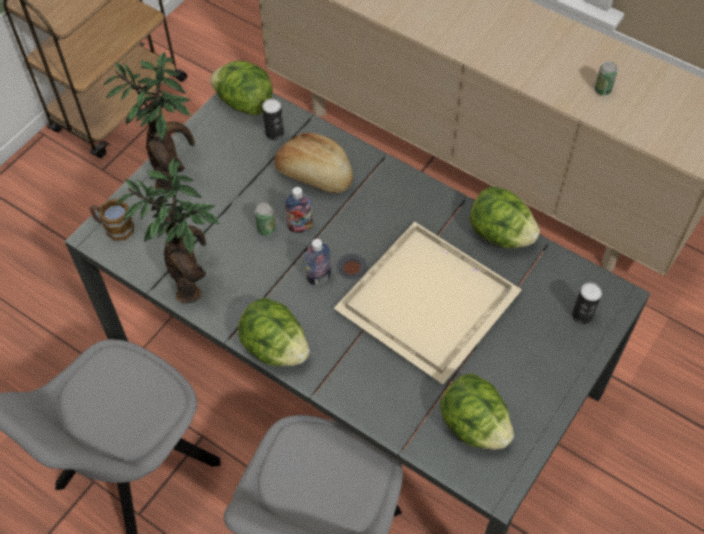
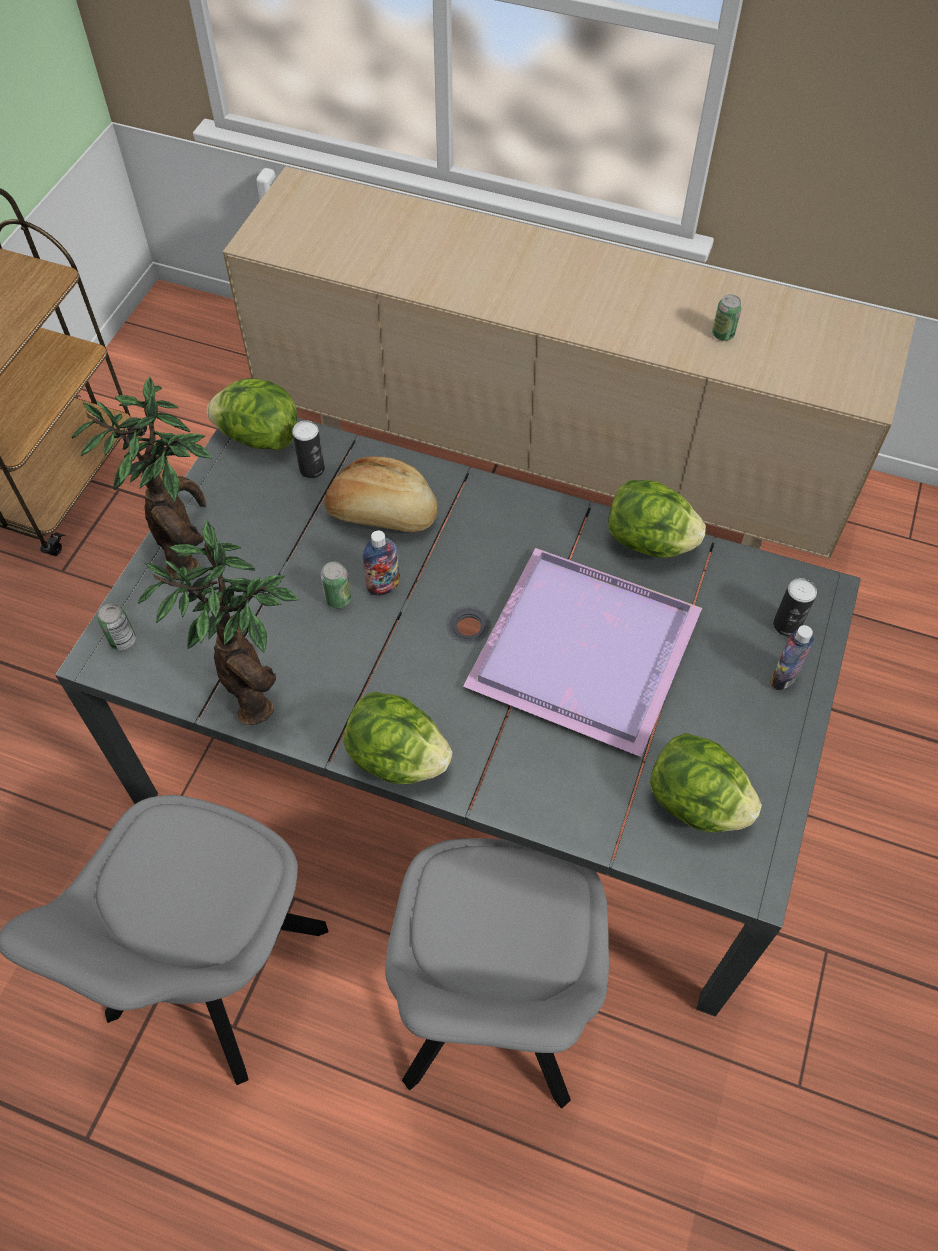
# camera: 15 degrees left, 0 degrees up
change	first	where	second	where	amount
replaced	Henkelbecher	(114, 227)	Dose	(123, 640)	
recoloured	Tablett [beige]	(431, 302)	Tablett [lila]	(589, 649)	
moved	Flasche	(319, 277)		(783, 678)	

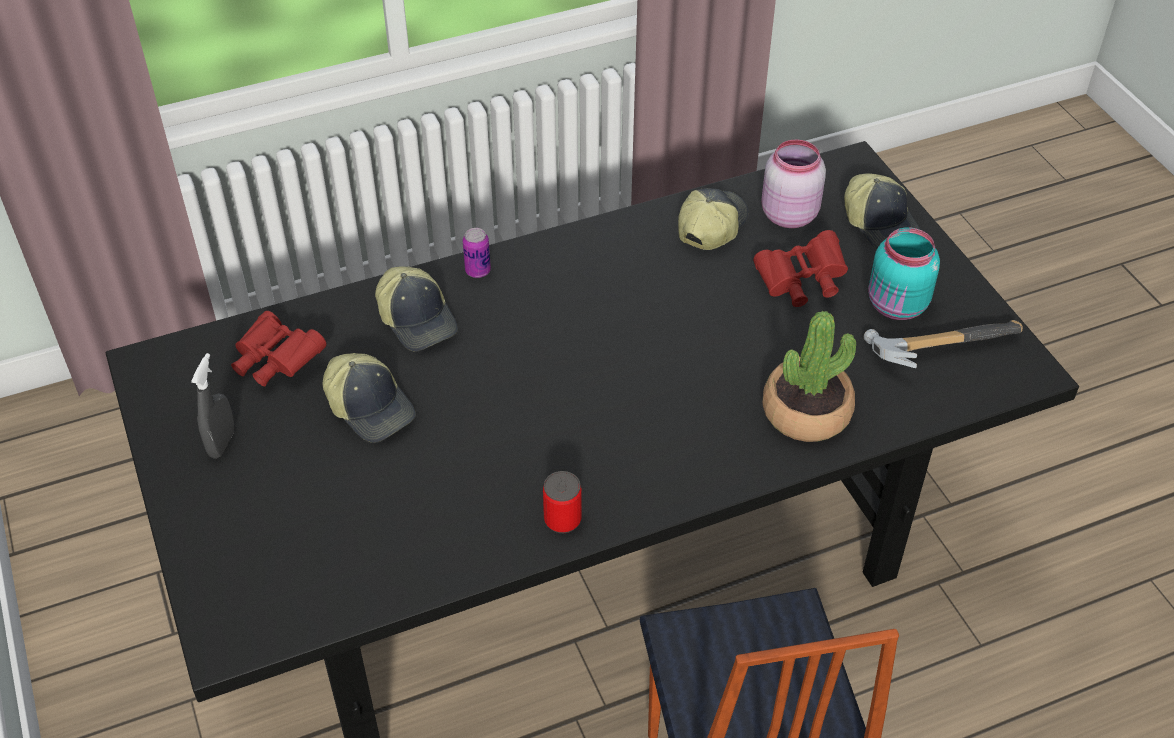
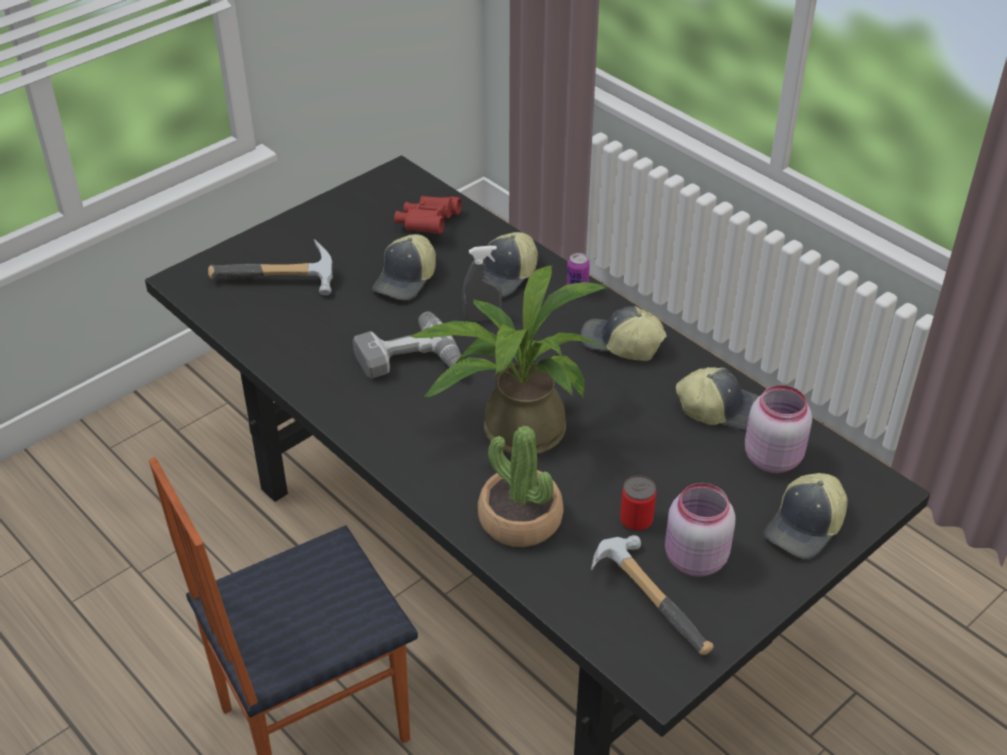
# camera: 70 degrees right, 5 degrees down
change	first	where	second	where	amount
added			Hammer	(278, 284)	
added			Bohrmaschine	(411, 365)	
added			Topfpflanze	(514, 429)	
moved	Sprühflasche [grau]	(222, 443)		(482, 318)	
added			Kappe	(621, 344)	
moved	Dose	(562, 520)		(636, 520)	
recoloured	Vorratsglas [türkis]	(896, 306)	Vorratsglas [rosa]	(693, 559)	
removed	Fernglas [rot]	(801, 283)			

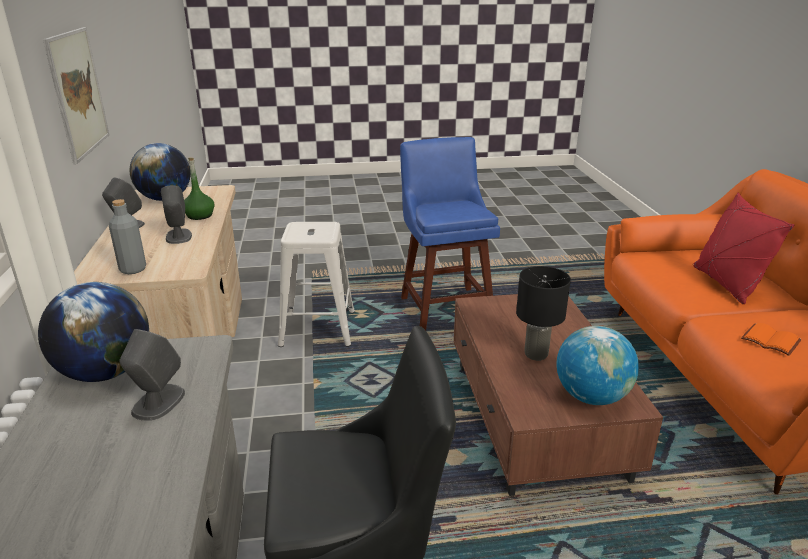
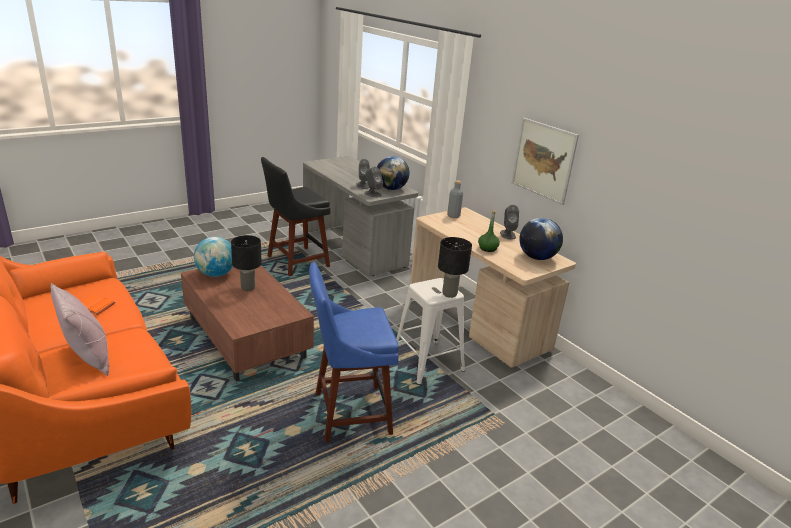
# camera: 150 degrees right, 0 degrees up
change	first	where	second	where	amount
recoloured	Kissen [rot]	(726, 284)	Kissen [lila]	(88, 358)	
turned	Stuhl [blau]	(445, 306)		(347, 412)	120 degrees clockwise
moved	Lautsprecher [grau]	(178, 236)		(372, 194)	
added			Tischlampe [schwarz]	(448, 294)	

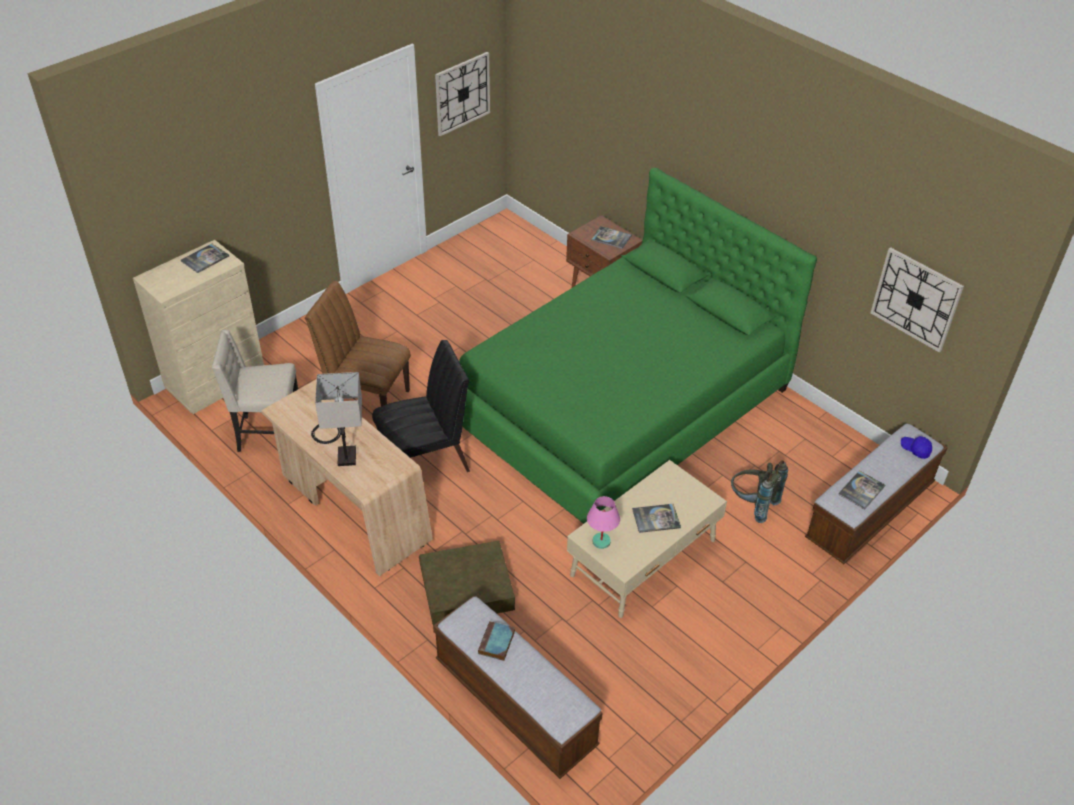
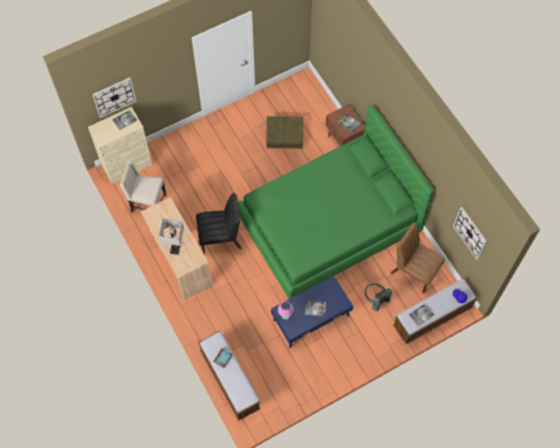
# camera: 15 degrees right, 20 degrees up
change	first	where	second	where	amount
moved	Wanduhr	(462, 93)		(114, 97)	
moved	Aufbewahrungsbox [braun]	(467, 588)		(284, 134)	
recoloured	Couchtisch [beige]	(643, 557)	Couchtisch [blau]	(311, 317)	
moved	Stuhl [braun]	(366, 400)		(414, 272)	

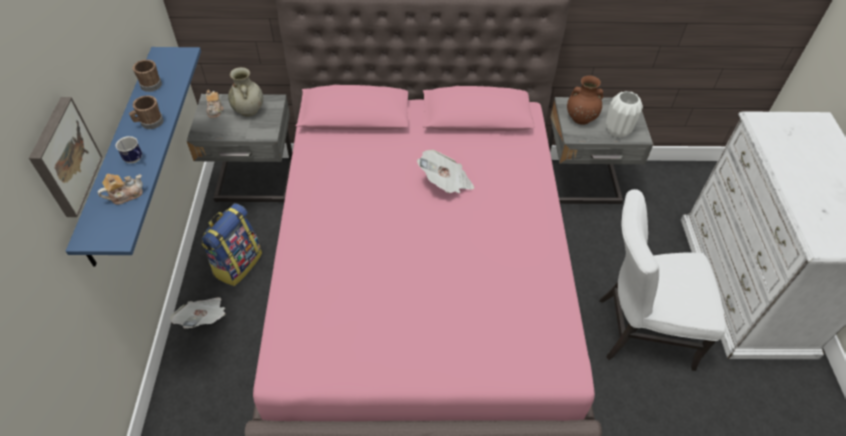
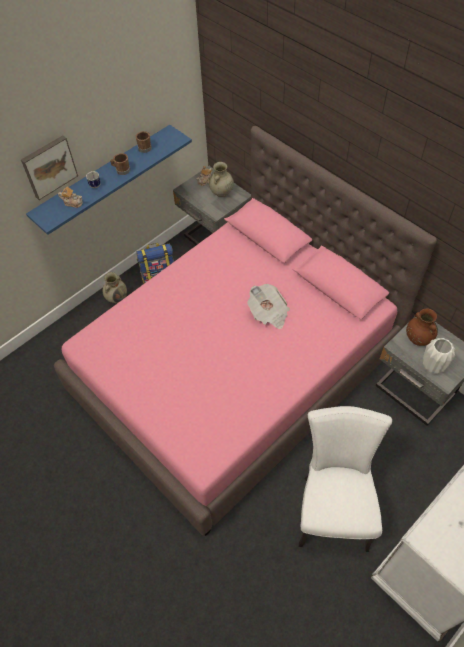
# camera: 50 degrees right, 5 degrees up
change	first	where	second	where	amount
replaced	Zeitung	(204, 319)	Vase [beige]	(117, 297)	
turned	Stuhl [weiß]	(638, 330)		(333, 507)	45 degrees clockwise

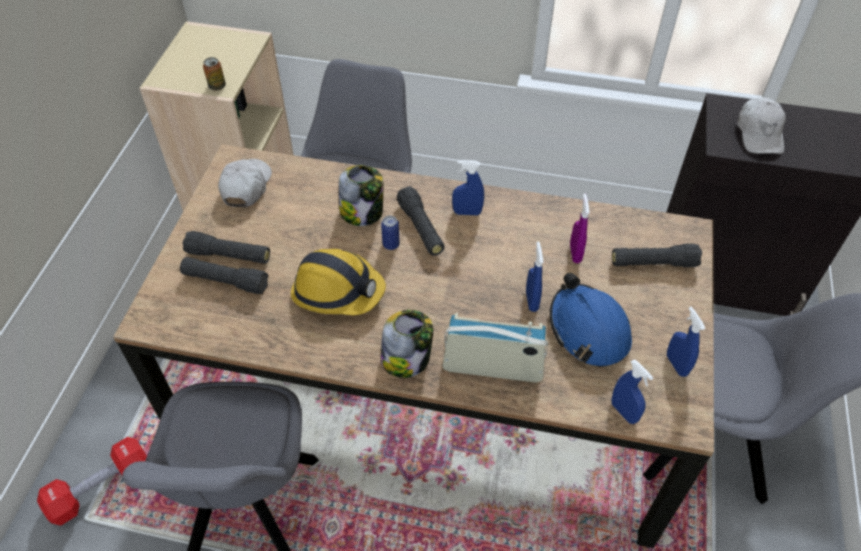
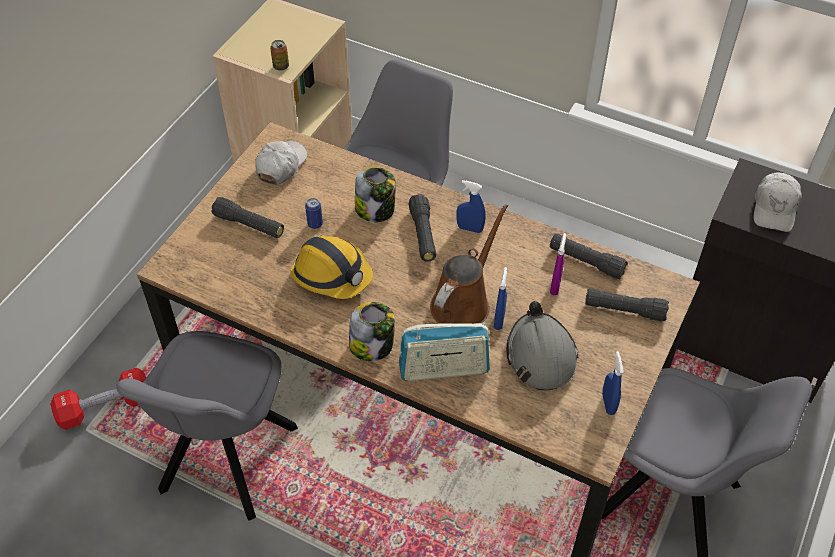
# camera: 15 degrees right, 0 degrees up
change	first	where	second	where	amount
moved	Dose	(391, 244)		(315, 224)	
turned	Radio	(493, 367)		(444, 369)	150 degrees clockwise
added			Gießkanne [braun]	(463, 302)	
recoloured	Schutzhelm [blau]	(588, 329)	Schutzhelm [grau]	(540, 356)	
moved	Taschenlampe [schwarz]	(226, 281)		(586, 262)	
removed	Sprühflasche [blau]	(624, 412)			

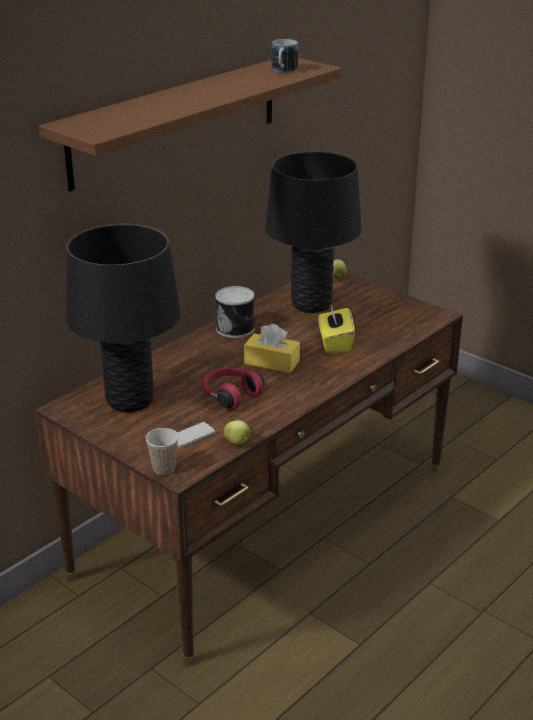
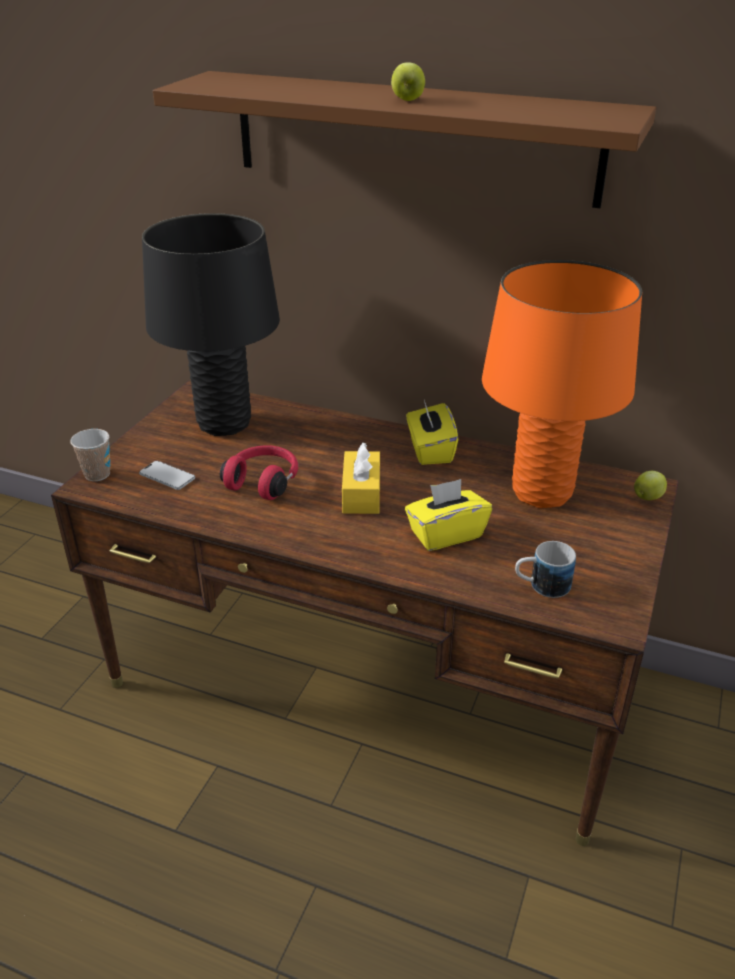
# camera: 70 degrees right, 5 degrees up
change	first	where	second	where	amount
moved	Apfel	(238, 442)		(407, 100)	
replaced	Dose	(236, 328)	Taschentuchbox [gelb]	(430, 450)	
recoloured	Tischlampe [schwarz]	(311, 305)	Tischlampe [orange]	(541, 492)	
moved	Henkelbecher	(283, 71)		(541, 586)	

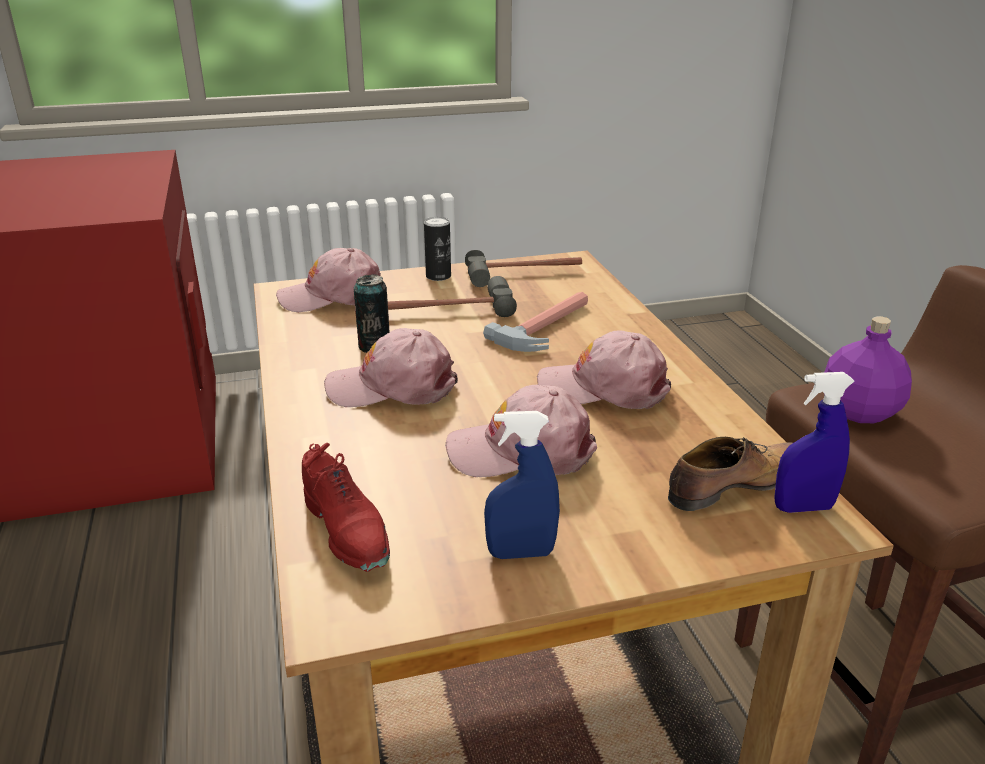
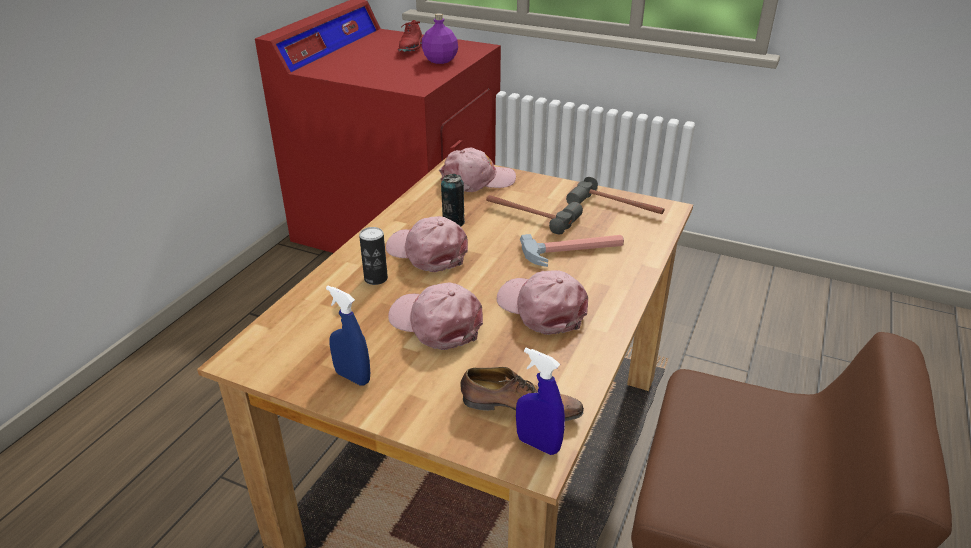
# camera: 40 degrees right, 5 degrees up
change	first	where	second	where	amount
moved	Dose	(438, 276)		(376, 278)	
moved	Schuh [rot]	(347, 532)		(411, 49)	
moved	Flasche [lila]	(859, 412)		(439, 60)	
turned	Kappe [rosa]	(333, 296)		(477, 180)	135 degrees clockwise

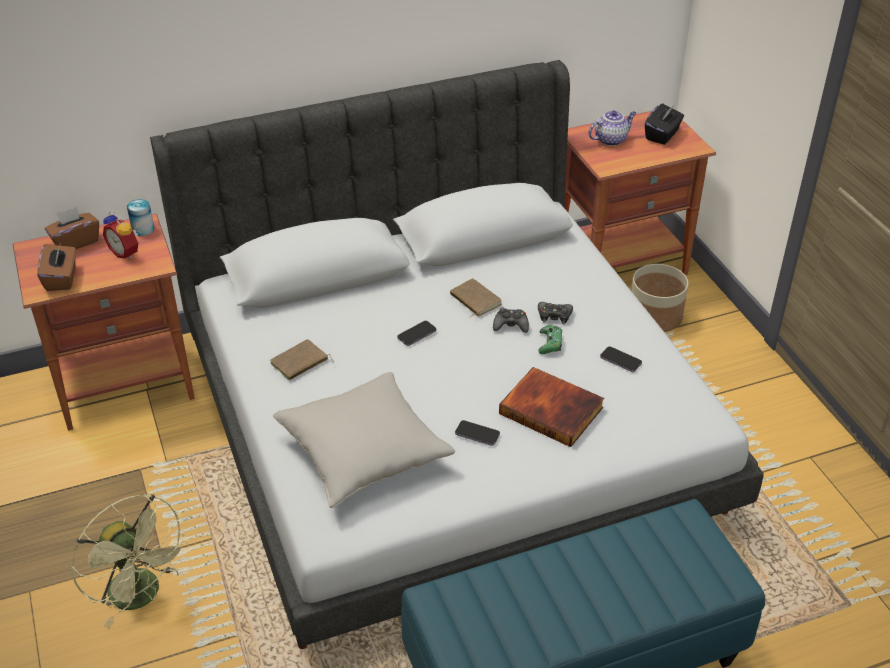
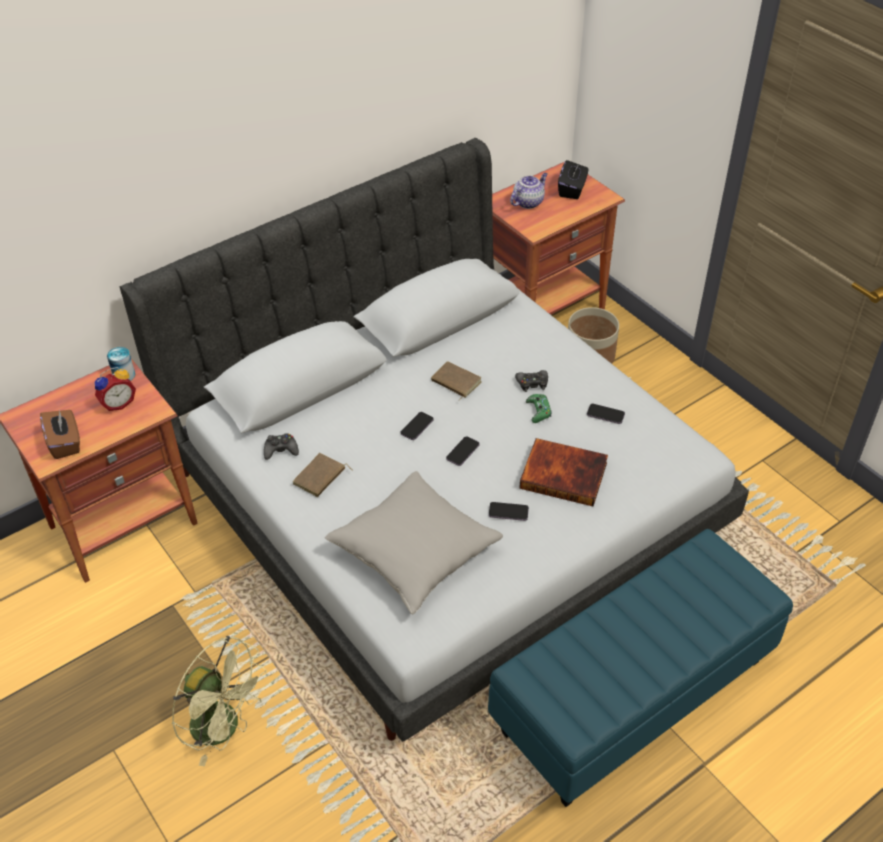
# camera: 15 degrees left, 5 degrees up
change	first	where	second	where	amount
turned	Wecker	(126, 252)		(118, 403)	60 degrees counterclockwise
moved	Gamepad [schwarz]	(511, 325)		(281, 450)	
added			Handy	(462, 452)	
removed	Taschentuchbox [braun]	(75, 242)			

